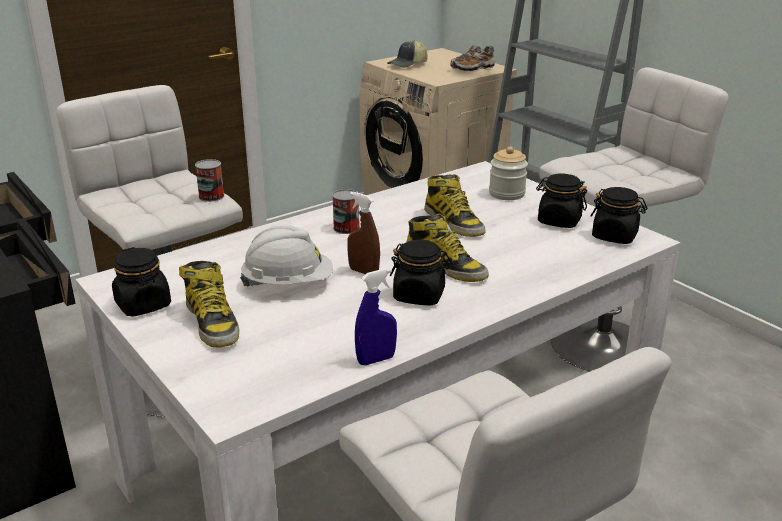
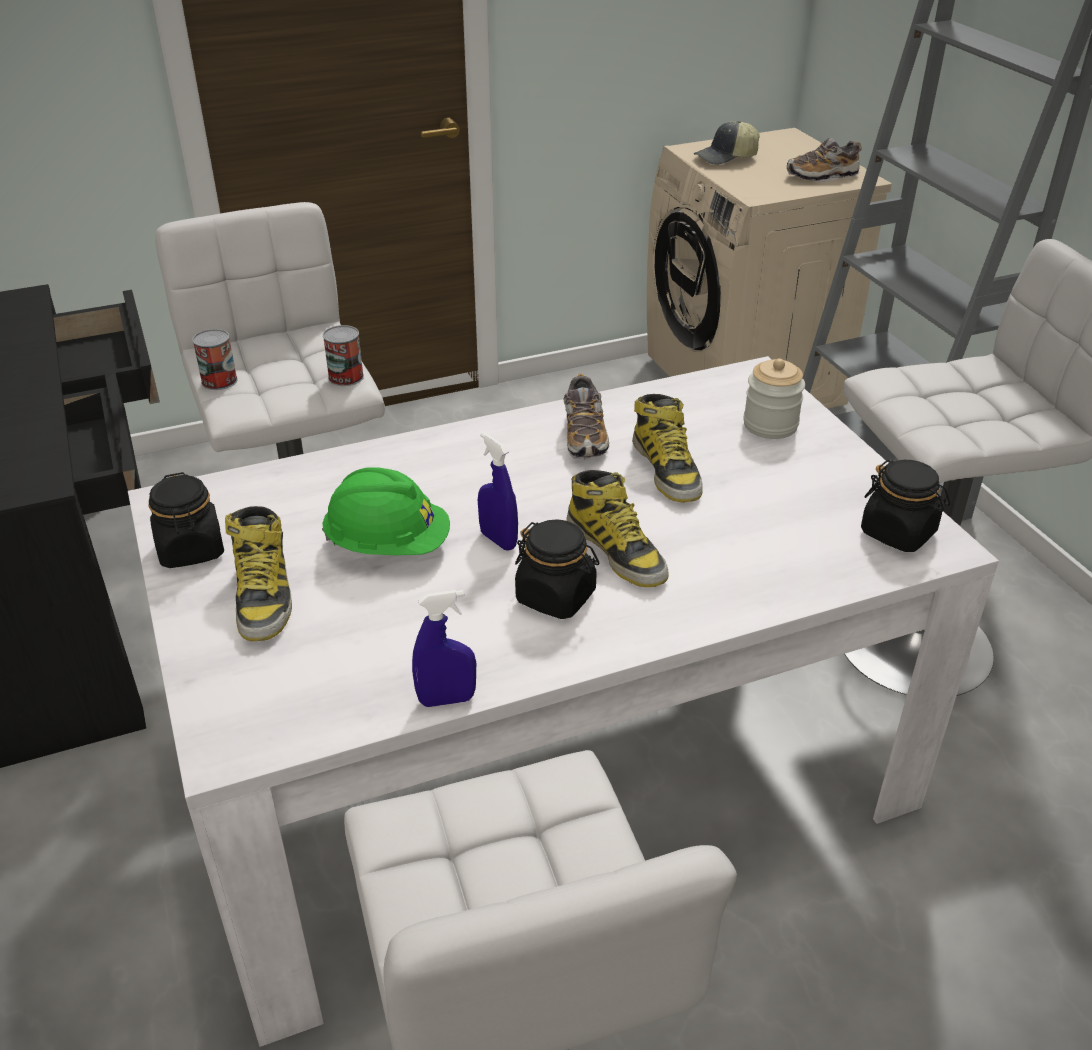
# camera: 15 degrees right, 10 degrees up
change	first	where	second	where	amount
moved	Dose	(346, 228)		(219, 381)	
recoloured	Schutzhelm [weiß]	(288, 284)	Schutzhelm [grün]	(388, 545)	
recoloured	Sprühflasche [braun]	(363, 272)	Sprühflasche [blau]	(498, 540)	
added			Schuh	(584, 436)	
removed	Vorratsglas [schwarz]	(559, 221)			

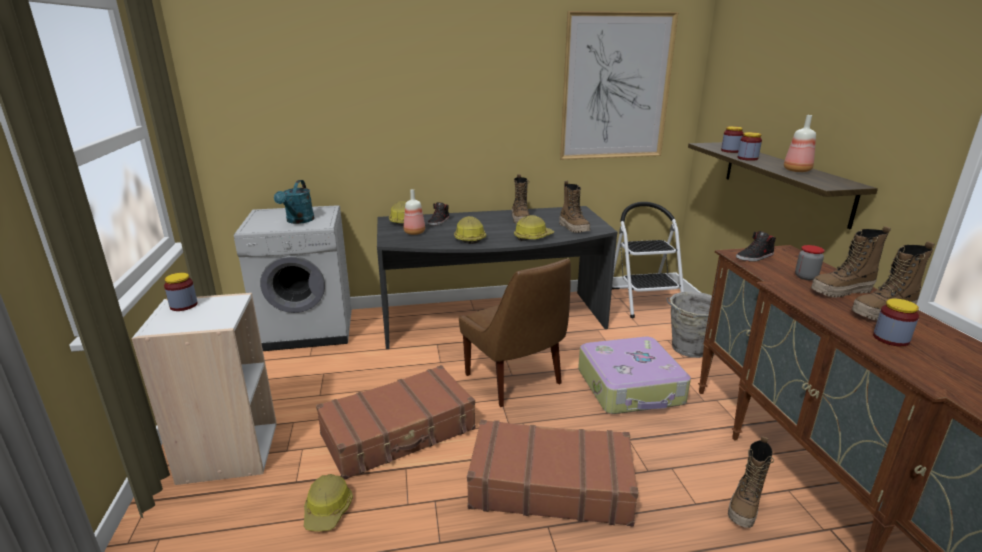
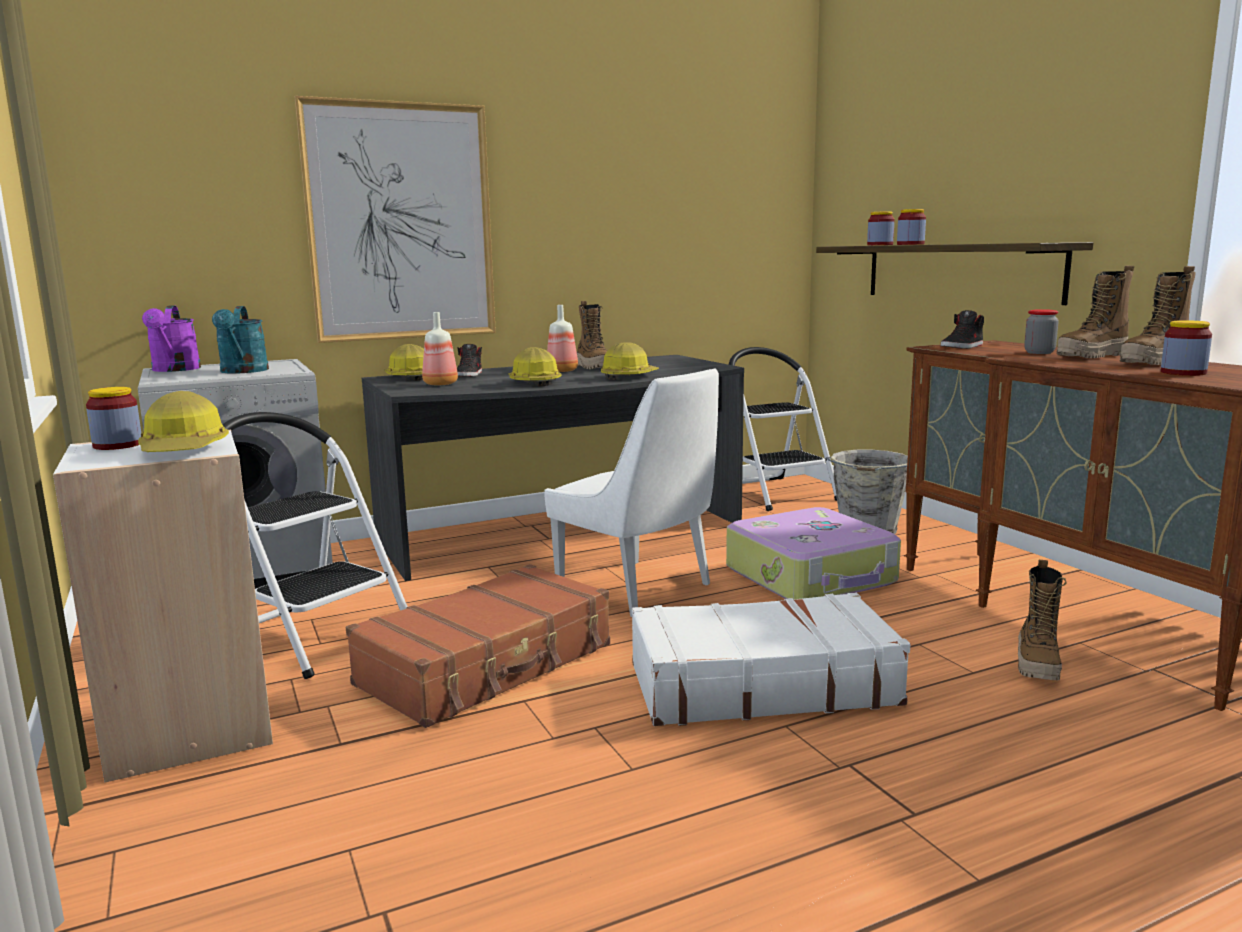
# camera: 15 degrees left, 10 degrees down
change	first	where	second	where	amount
moved	Schutzhelm	(328, 510)		(184, 450)	
added			Gießkanne [lila]	(174, 370)	
added			Trittleiter	(312, 634)	
moved	Bild	(616, 87)		(401, 223)	
recoloured	Stuhl [braun]	(515, 381)	Stuhl [weiß]	(639, 589)	
moved	Flasche	(796, 170)		(561, 371)	
recoloured	Koffer [braun]	(550, 484)	Koffer [weiß]	(760, 684)	
removed	Stiefel	(574, 228)			

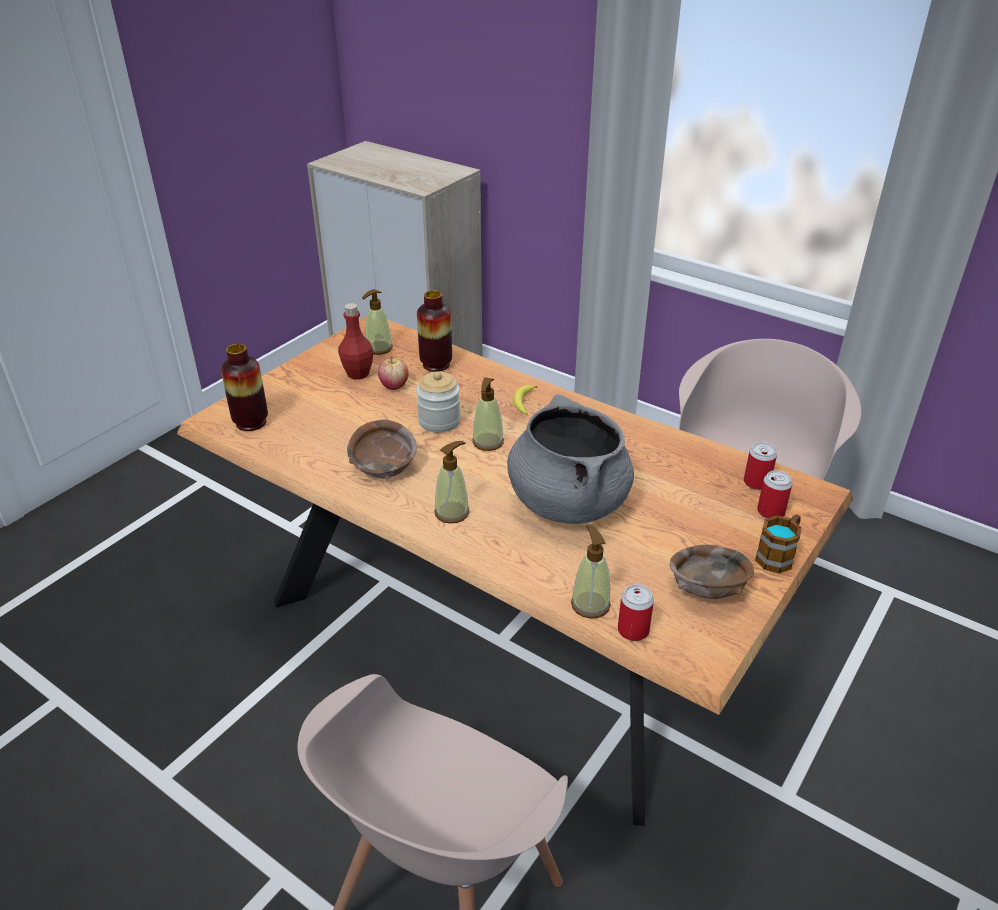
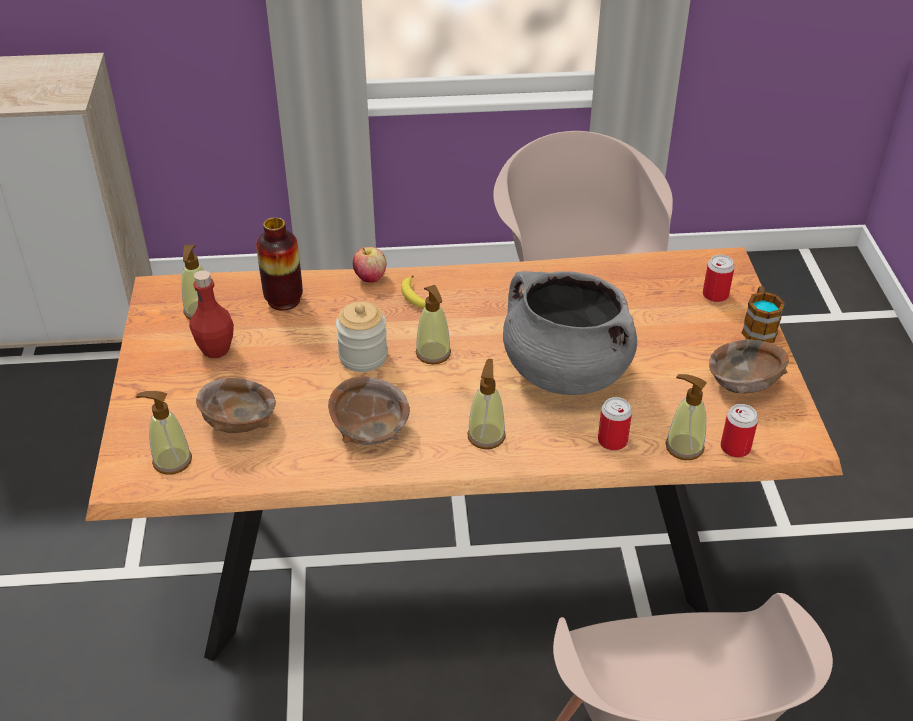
# camera: 40 degrees left, 5 degrees up
change	first	where	second	where	amount
replaced	Vase	(251, 422)	Seifenspender	(172, 461)	
added			Schüssel [braun]	(238, 422)	
moved	Apfel	(394, 386)		(370, 277)	
moved	Dose	(756, 483)		(612, 441)	

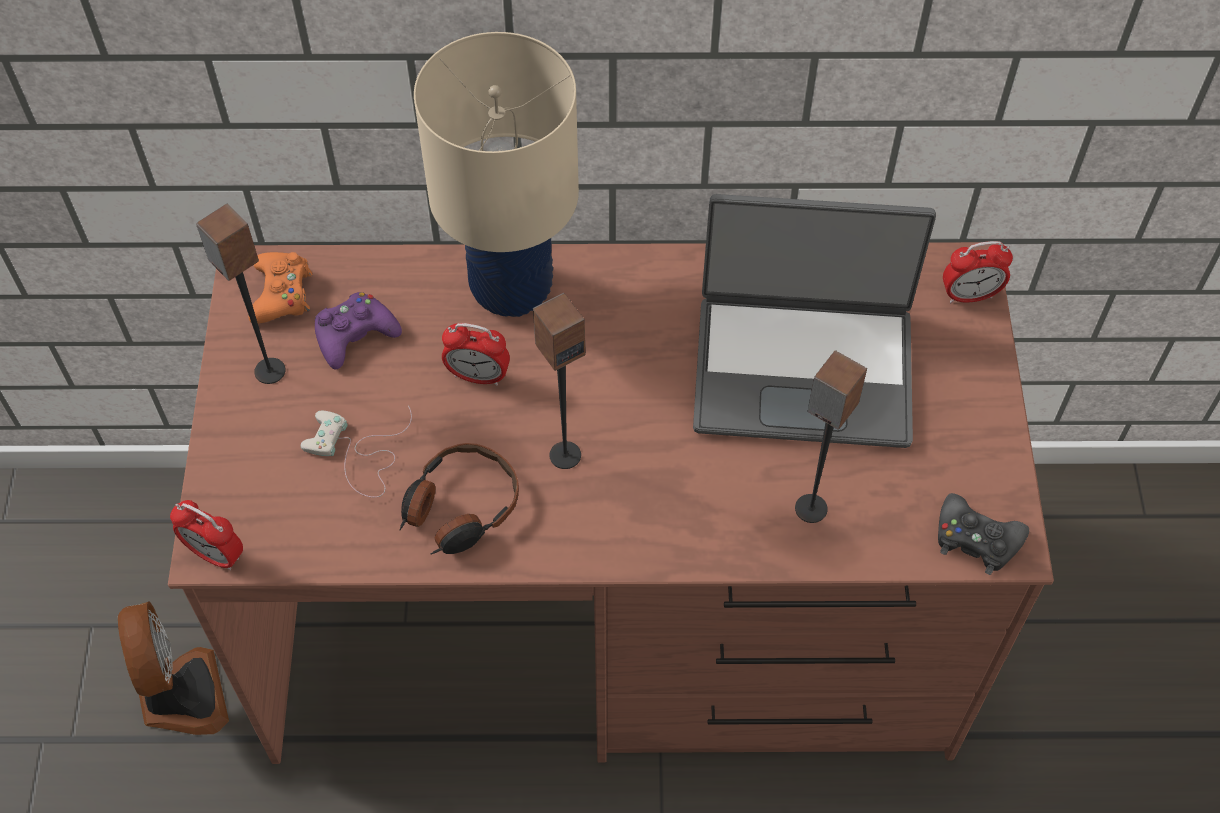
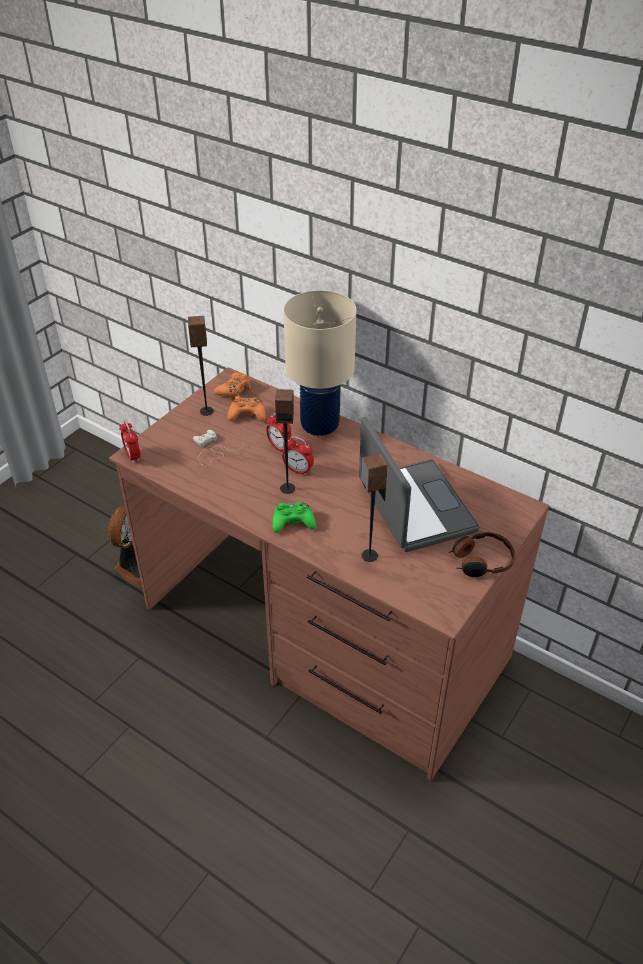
# camera: 35 degrees right, 15 degrees down
change	first	where	second	where	amount
recoloured	Gamepad [lila]	(355, 335)	Gamepad [orange]	(247, 414)	
added			Gamepad [grün]	(293, 522)	
moved	Wecker	(969, 295)		(298, 470)	
turned	Laptop	(803, 368)		(414, 507)	150 degrees counterclockwise
moved	Kopfhörer	(459, 508)		(481, 561)	
removed	Gamepad [schwarz]	(976, 540)			

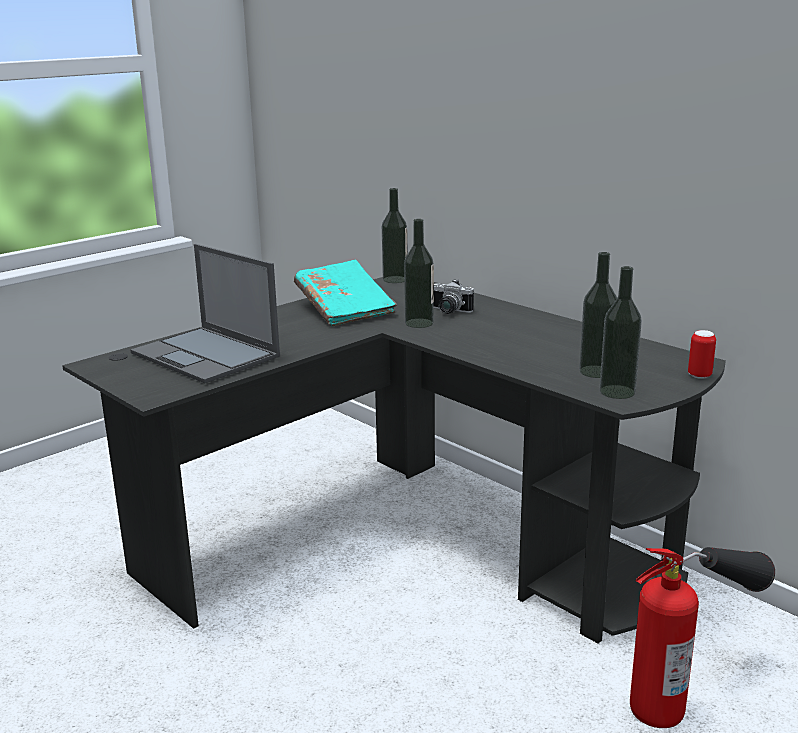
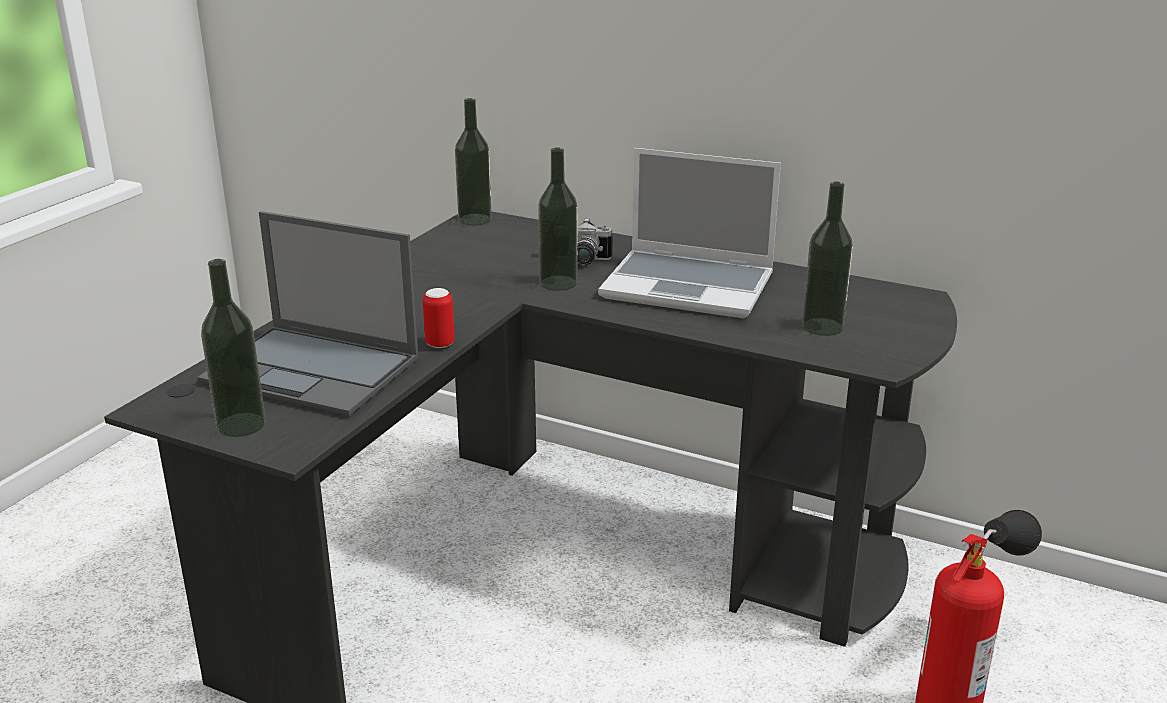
# camera: 20 degrees left, 5 degrees up
change	first	where	second	where	amount
moved	Flasche	(617, 392)		(241, 424)	
moved	Dose	(699, 375)		(440, 344)	
added			Laptop	(690, 286)	
removed	Buch [türkis]	(344, 309)			

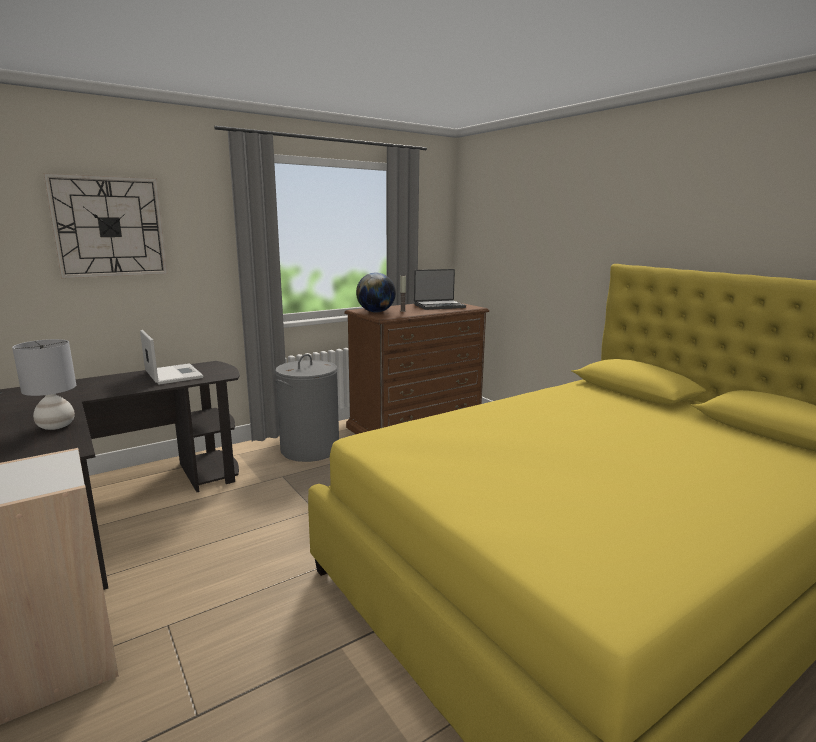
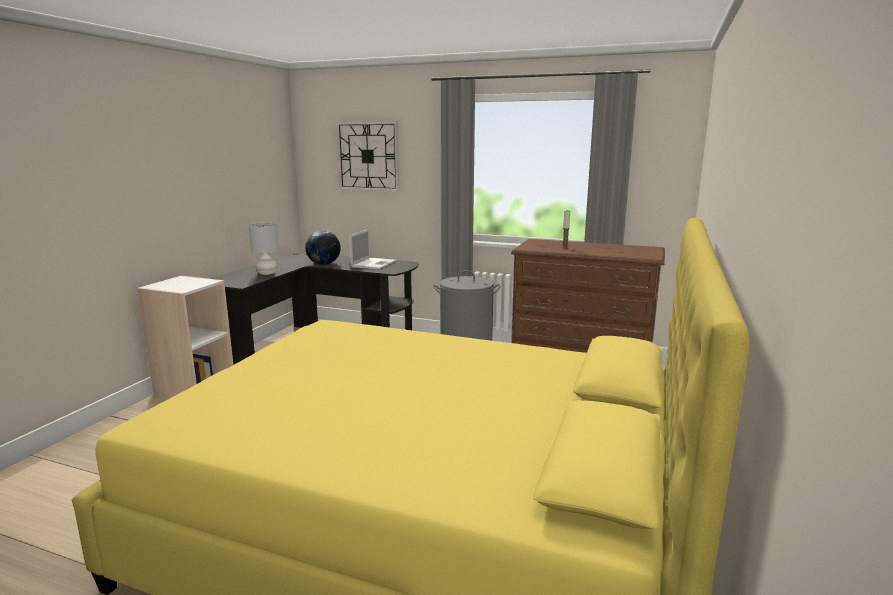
# camera: 55 degrees right, 0 degrees up
change	first	where	second	where	amount
moved	Globus	(376, 312)		(324, 264)	
removed	Laptop	(439, 306)			

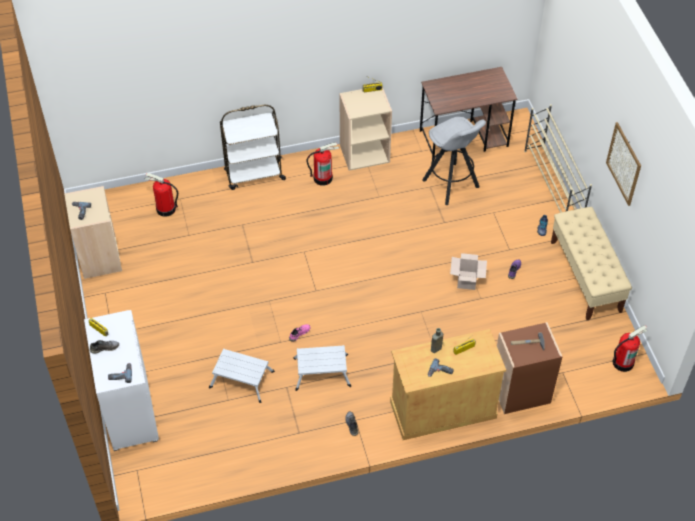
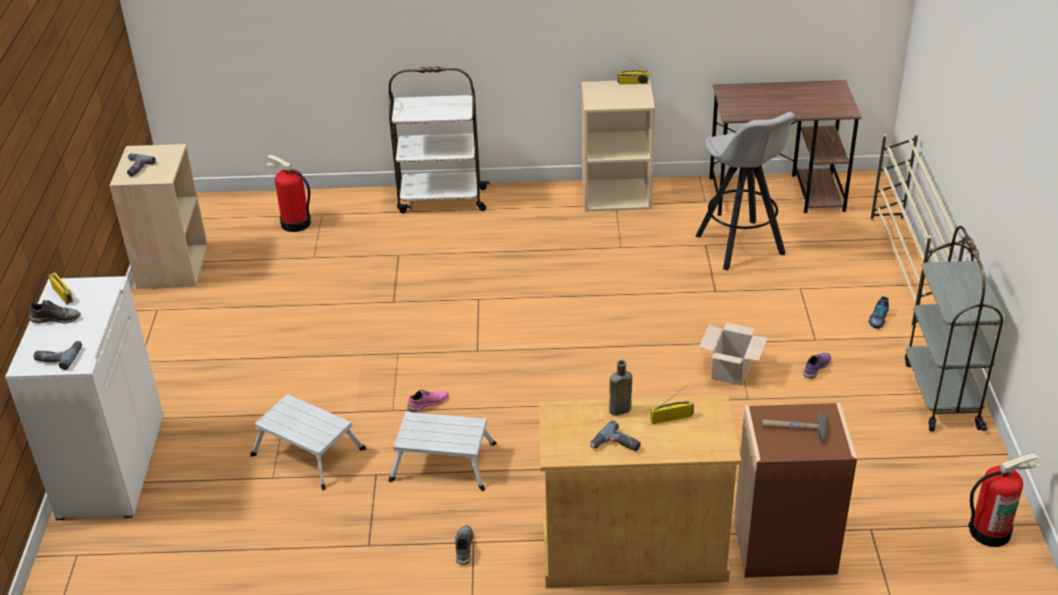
# camera: 15 degrees right, 15 degrees down
change	first	where	second	where	amount
replaced	Bank [beige]	(586, 276)	Rollwagen [grau]	(942, 394)	
removed	Feuerlöscher	(323, 178)			
removed	Bild	(624, 163)			

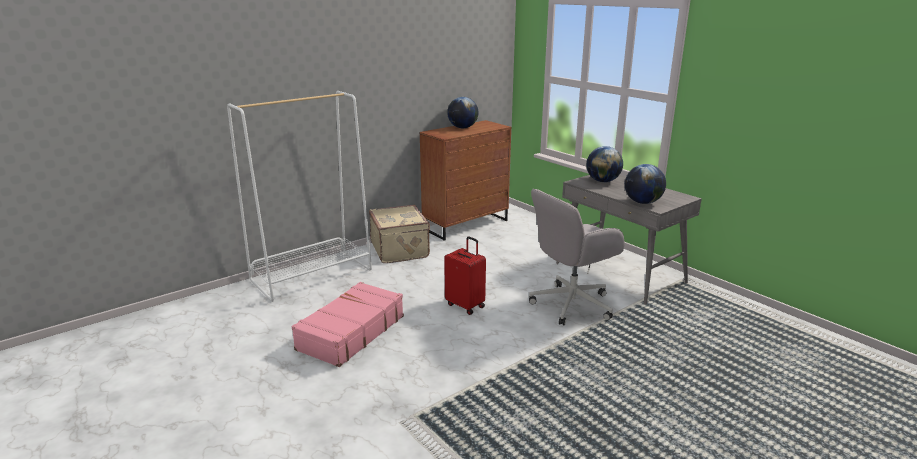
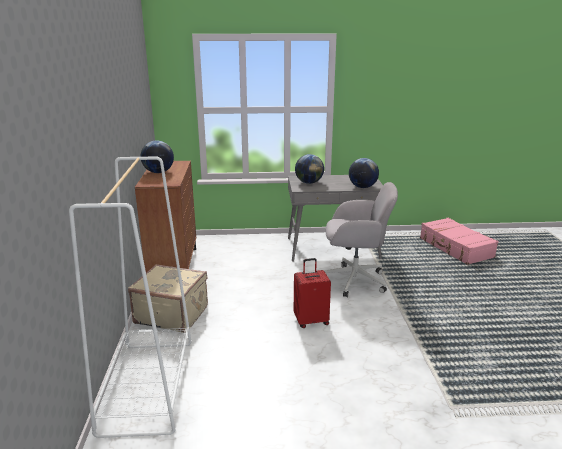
# camera: 55 degrees left, 0 degrees up
change	first	where	second	where	amount
turned	Bürostuhl [grau]	(571, 305)		(355, 281)	90 degrees counterclockwise
moved	Koffer [rosa]	(350, 333)		(455, 248)	

